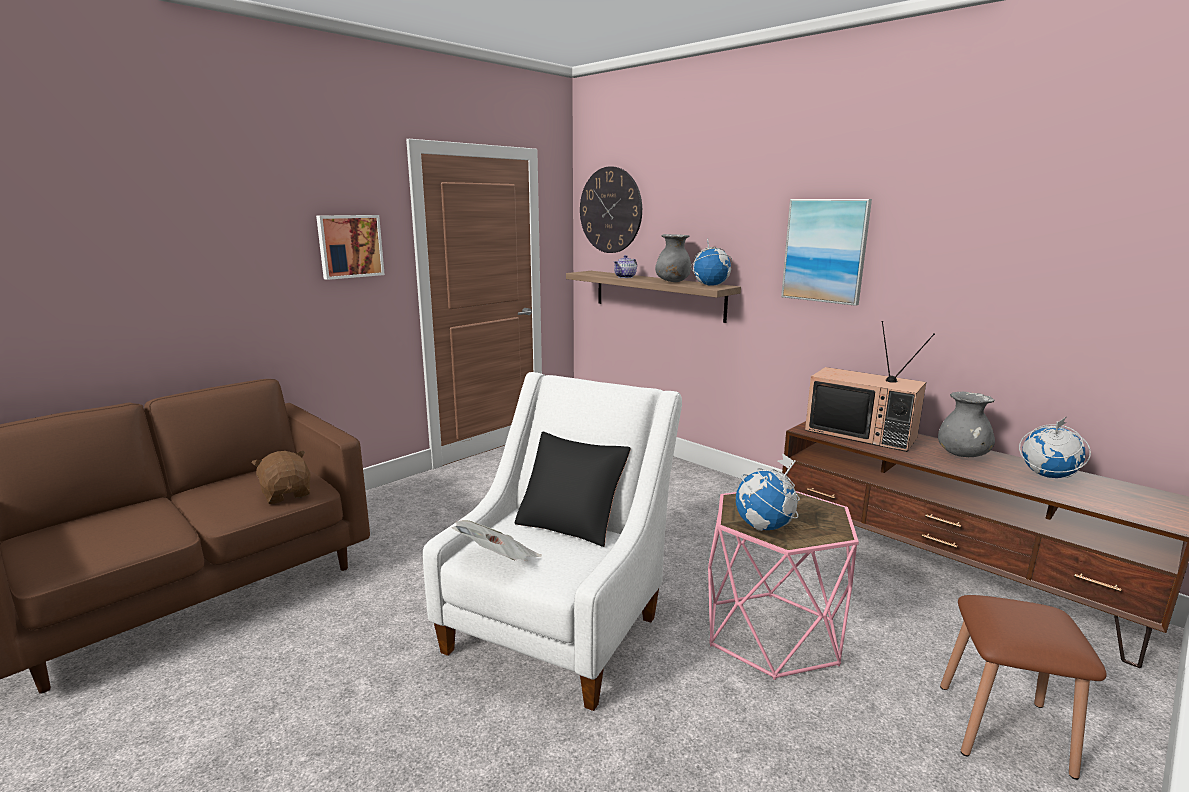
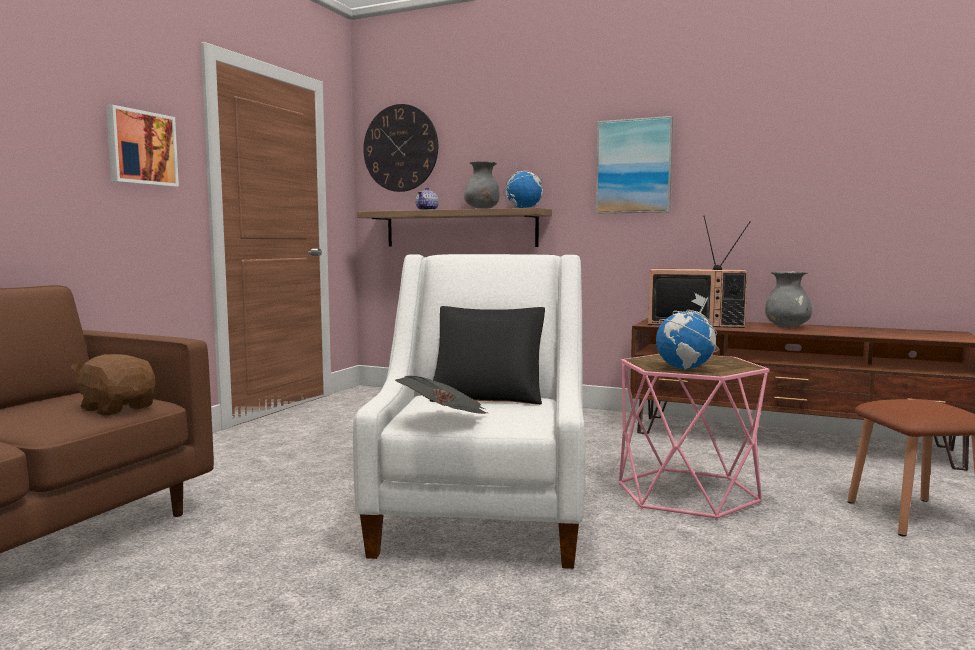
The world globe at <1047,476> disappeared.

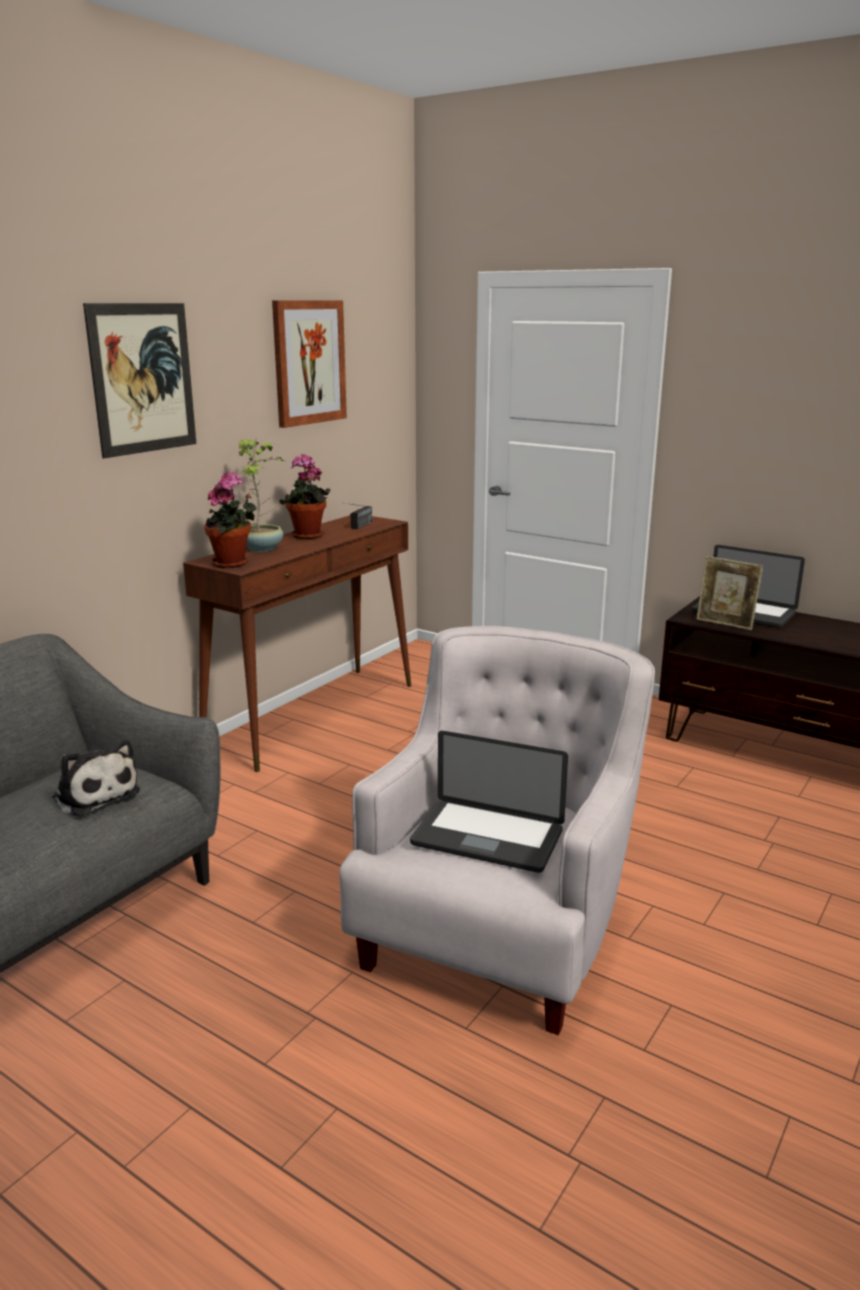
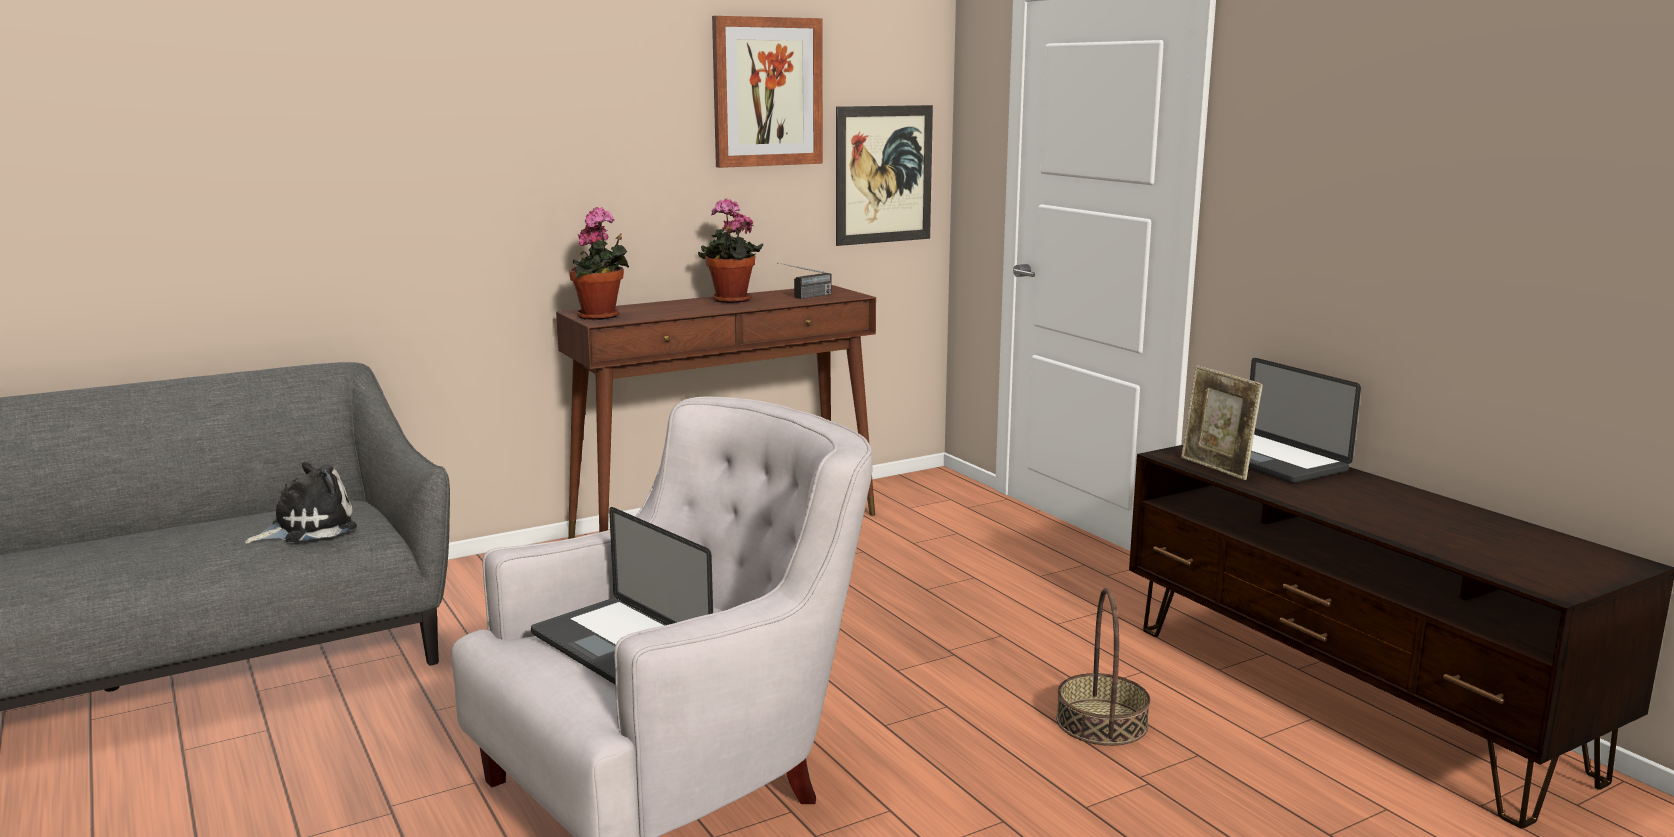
The soft toy at <95,794> turned 105 degrees counterclockwise.
The wall picture moved from <143,378> to <884,174>.
The houseplant at <263,548> disappeared.
The storage basket at <1101,722> appeared.

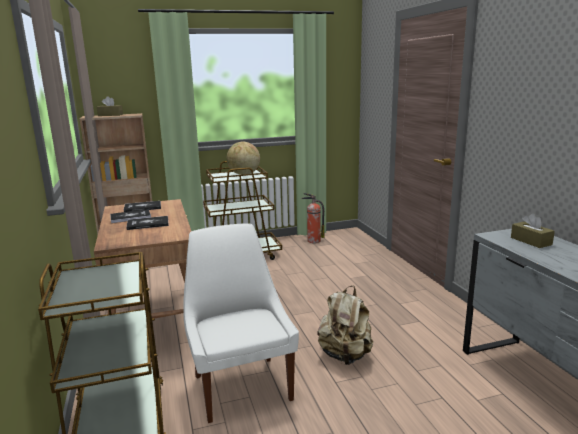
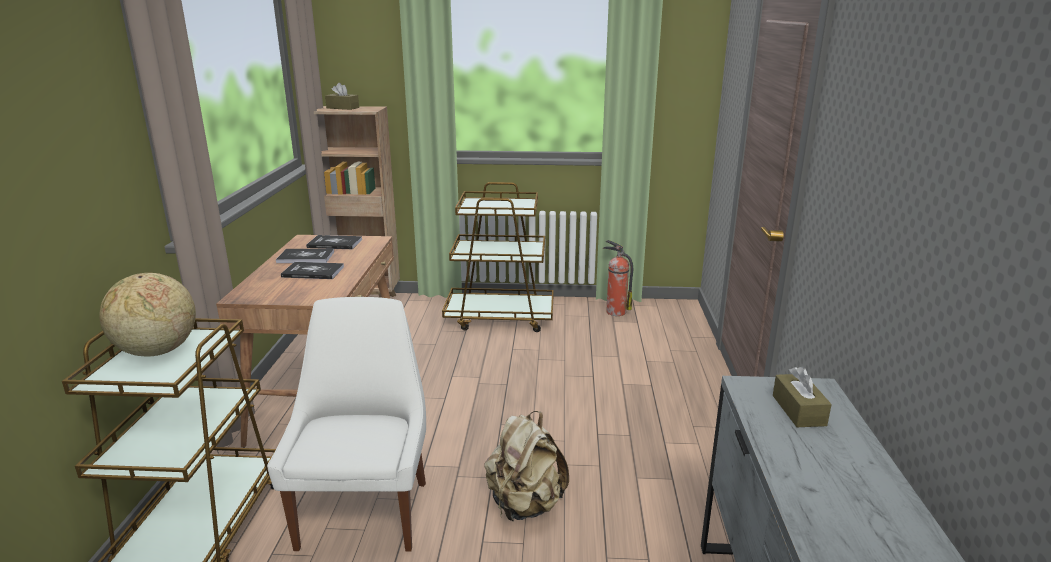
The world globe moved from <244,174> to <157,351>.

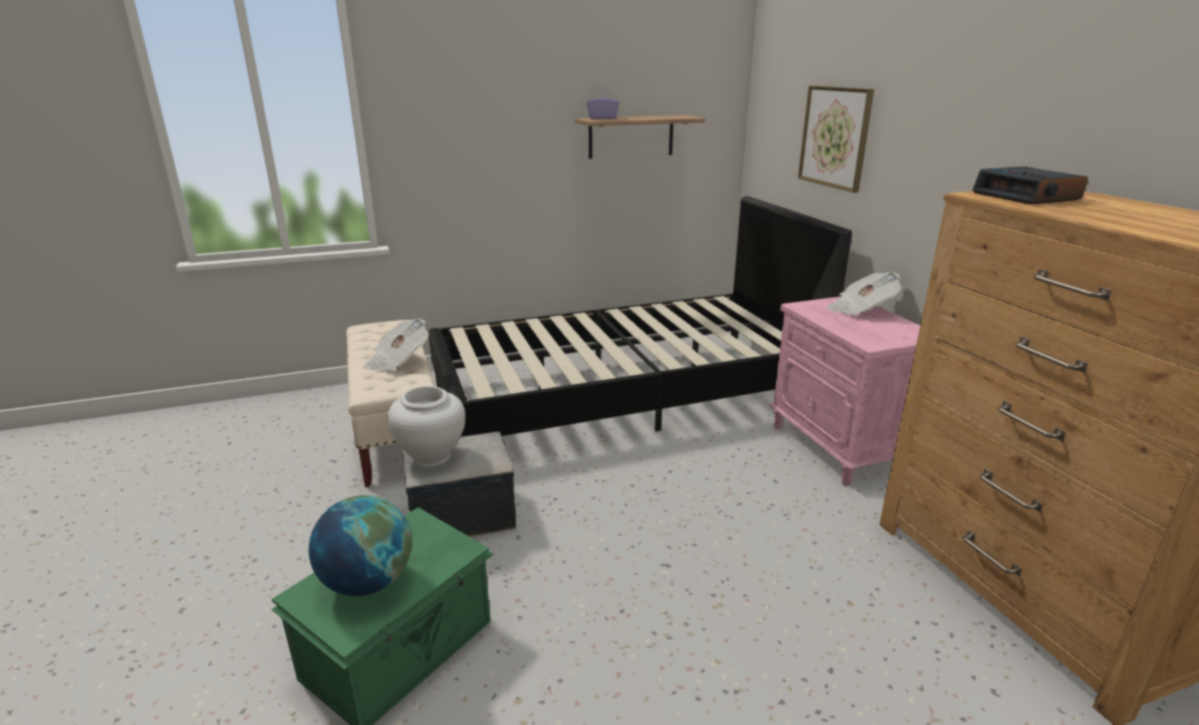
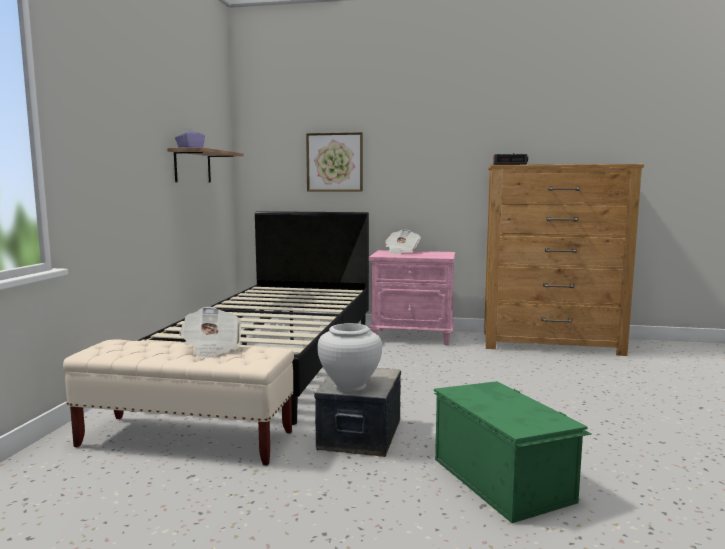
The world globe at <368,582> disappeared.

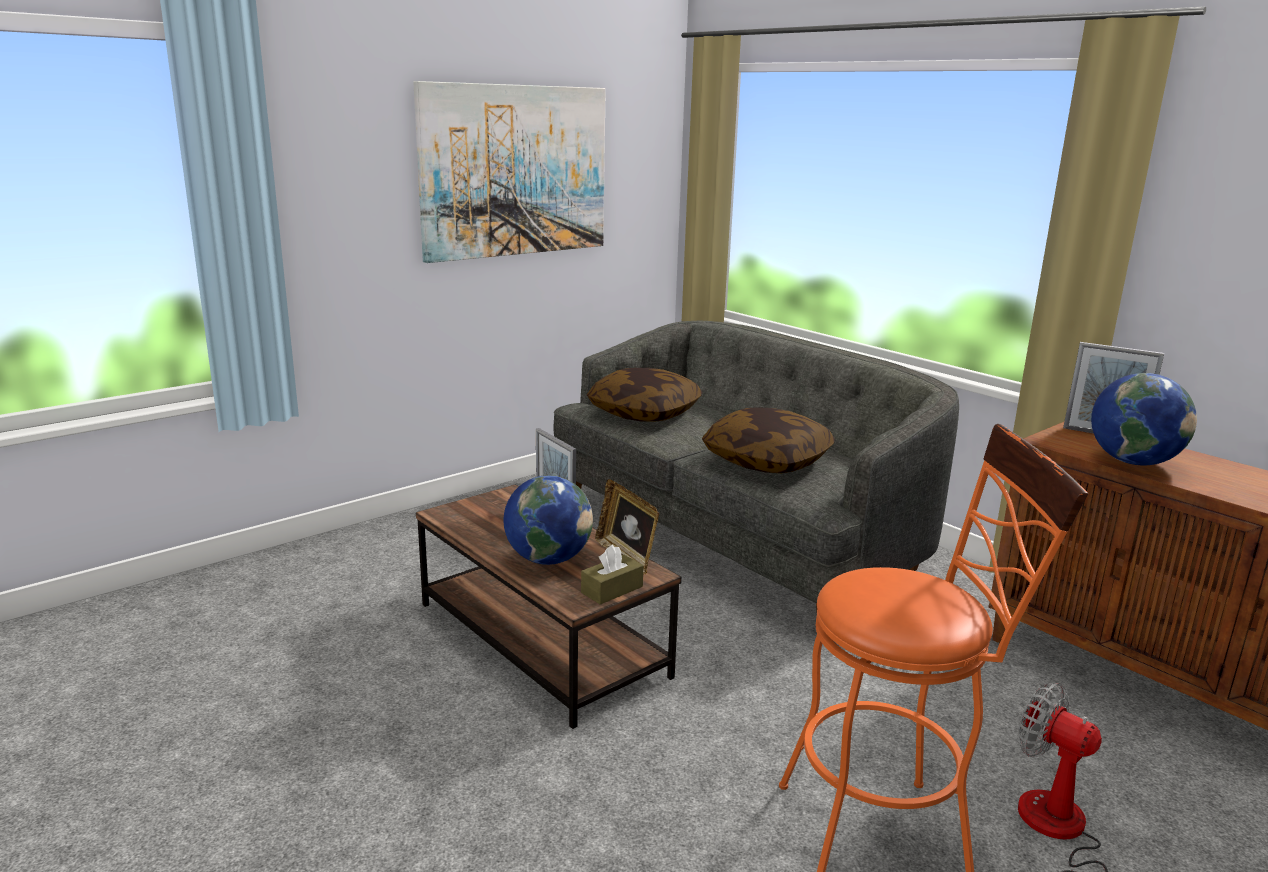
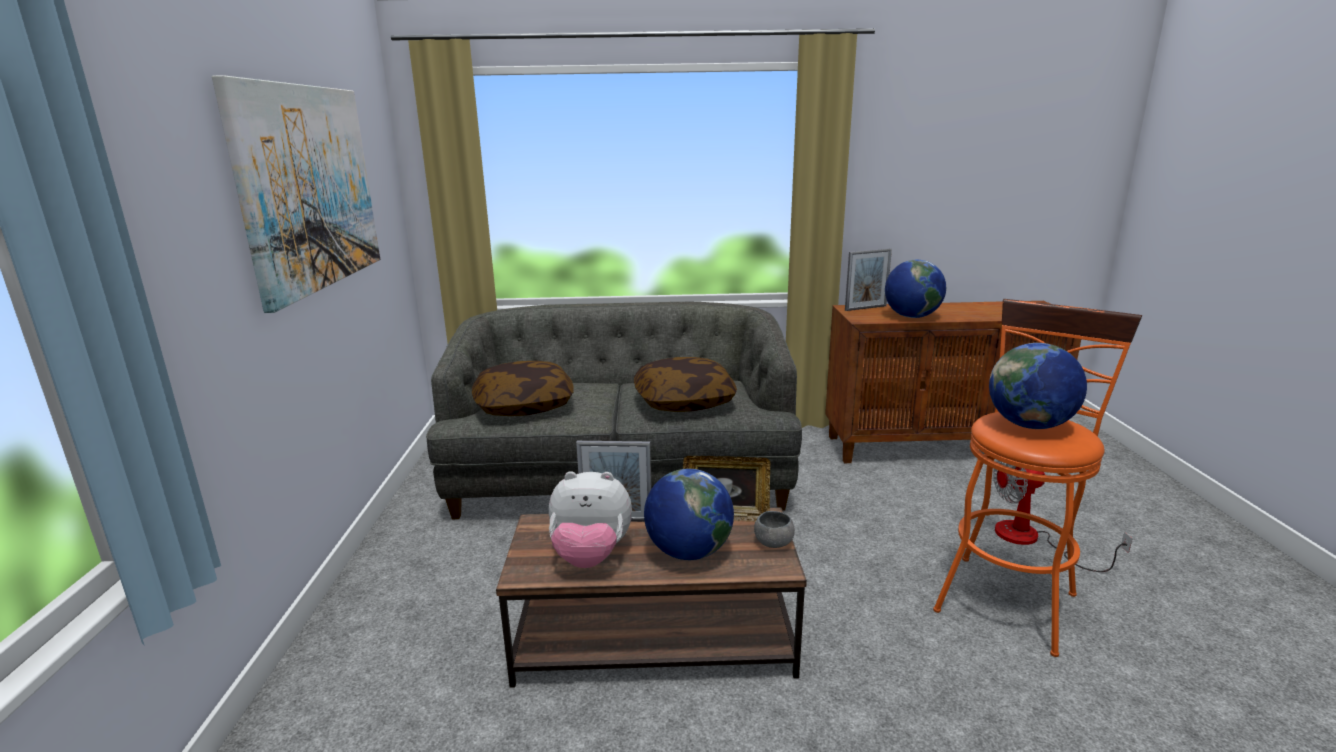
The tissue holder (brownish) at <612,589> was replaced by the deep dish (gray) at <773,543>.
The soft toy at <591,556> appeared.
The world globe at <1029,425> appeared.

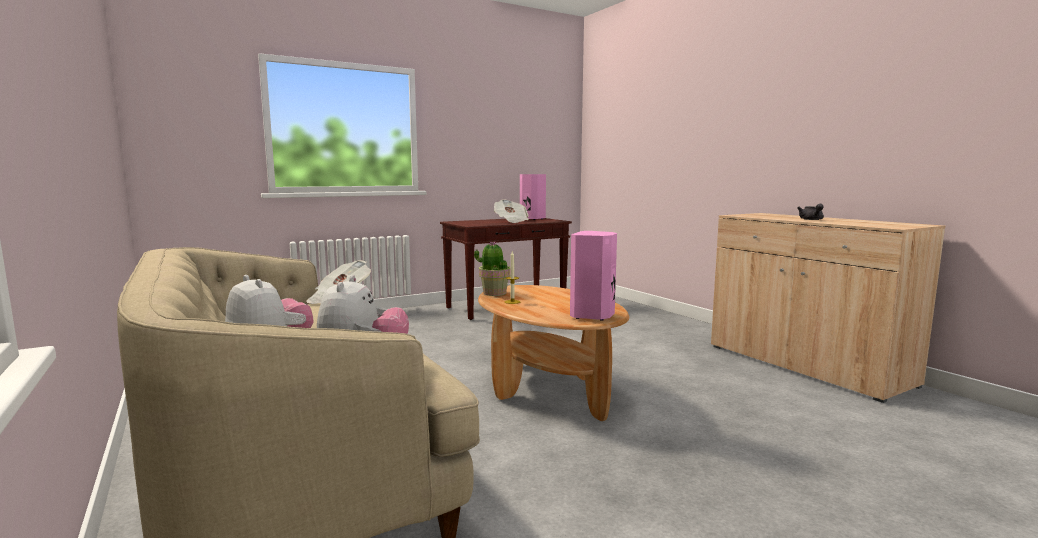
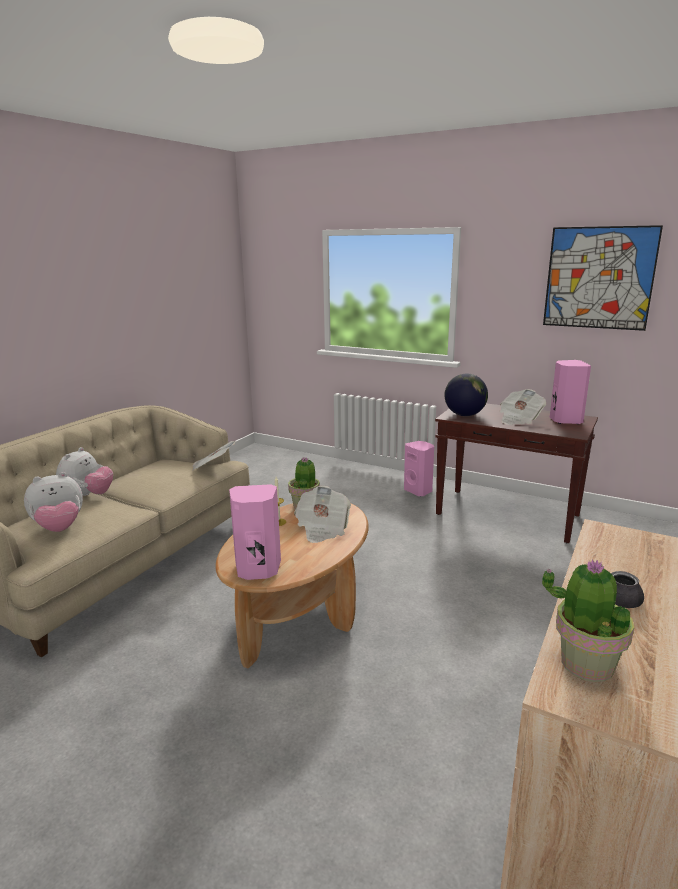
The printed paper at <322,528> appeared.
The speaker (pink-coloured) at <419,491> appeared.
The world globe at <464,415> appeared.
The houseplant at <586,663> appeared.
The wall picture at <599,278> appeared.

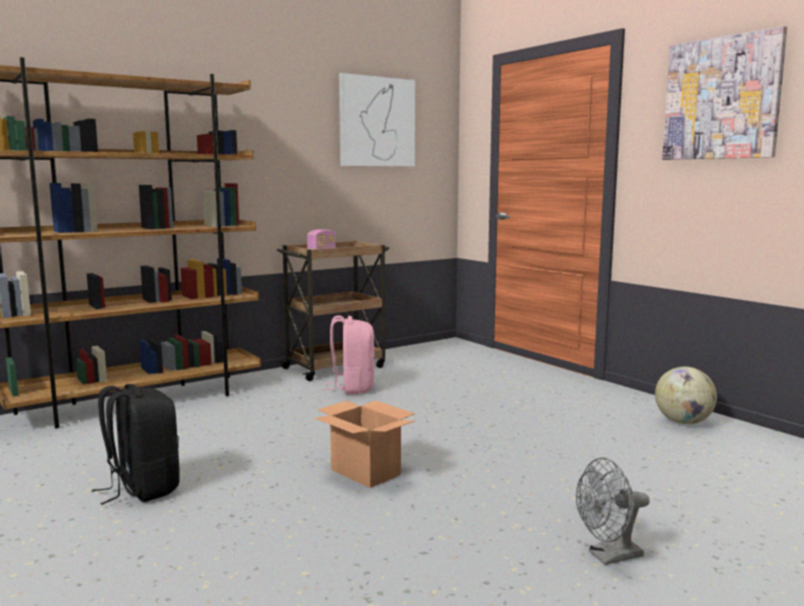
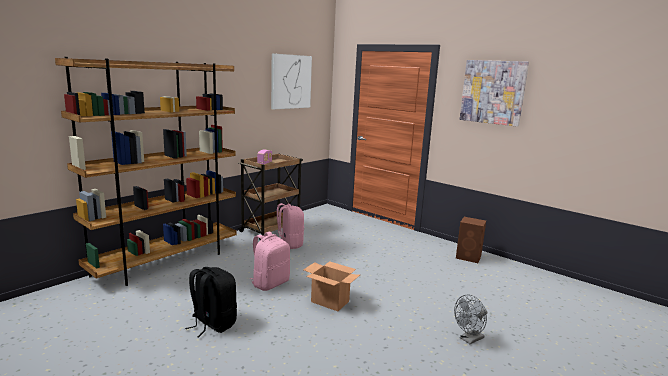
The world globe at <683,422> was replaced by the speaker (brownish) at <469,257>.
The knapsack (pink-coloured) at <270,283> appeared.

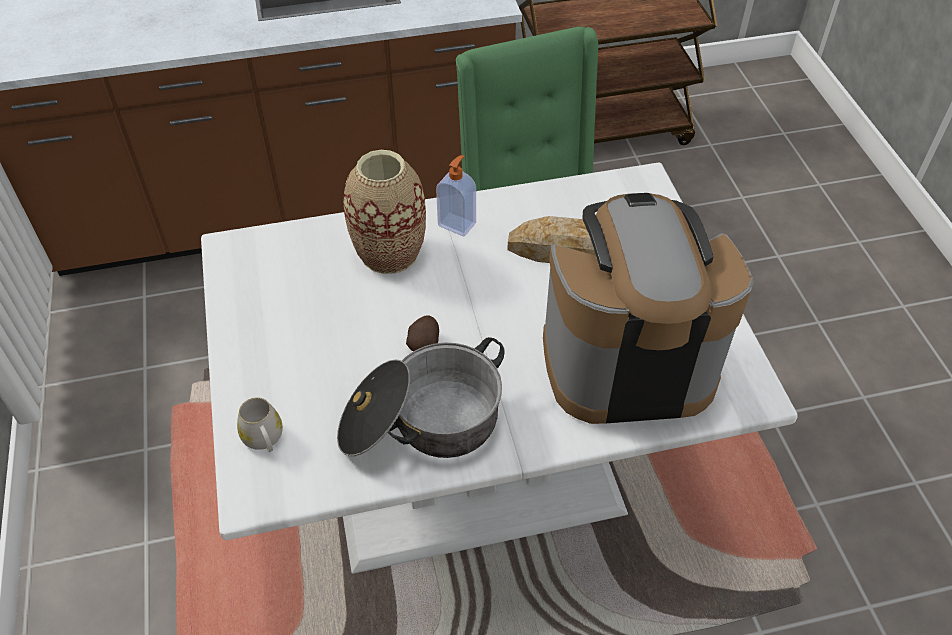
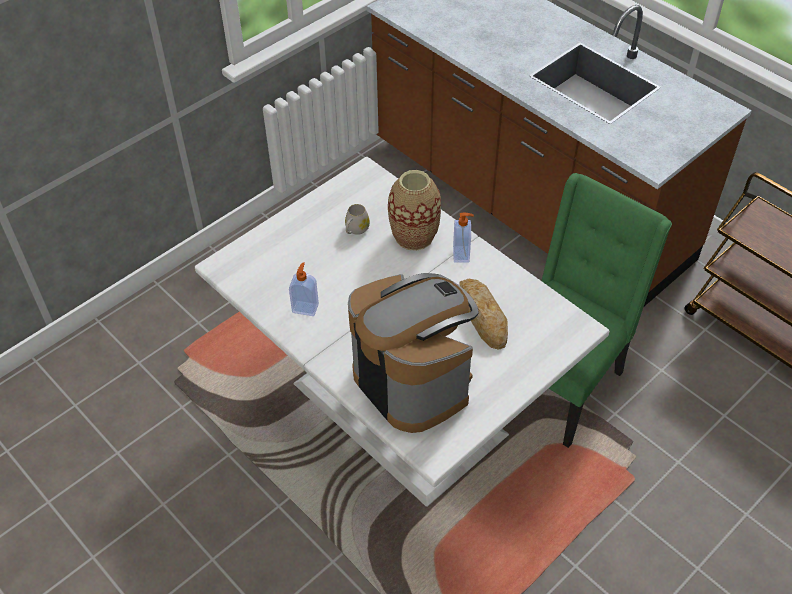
The mug (white-coloured) moved from <264,440> to <355,230>.
The stockpot at <421,422> was replaced by the soap dispenser at <305,308>.
The potato at <424,343> disappeared.

